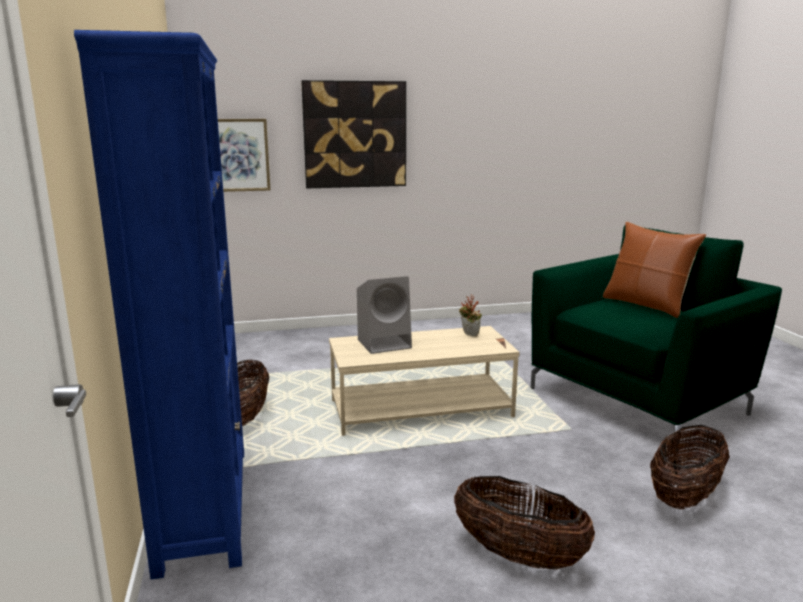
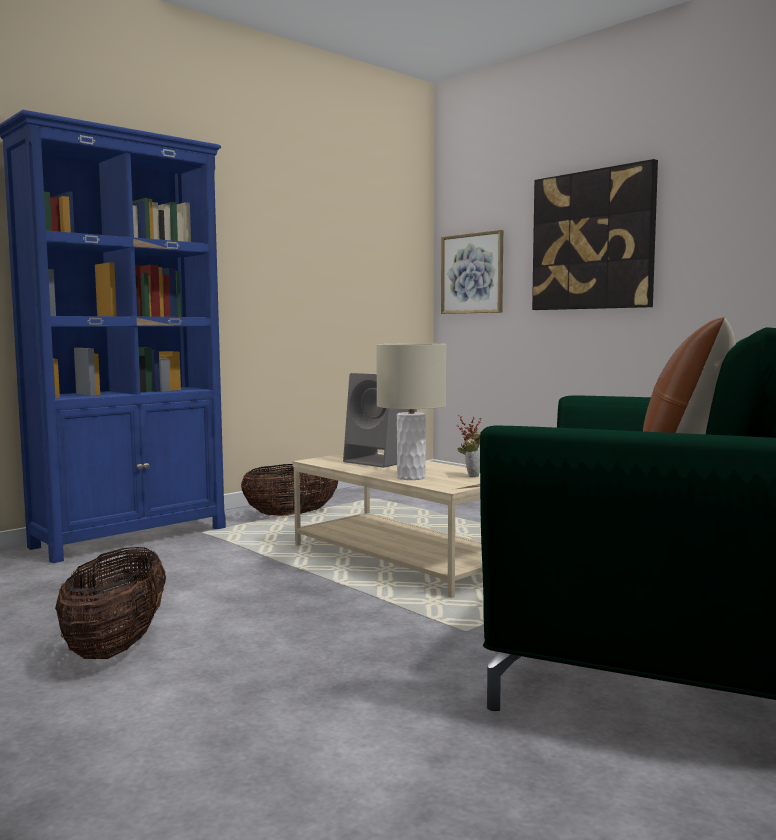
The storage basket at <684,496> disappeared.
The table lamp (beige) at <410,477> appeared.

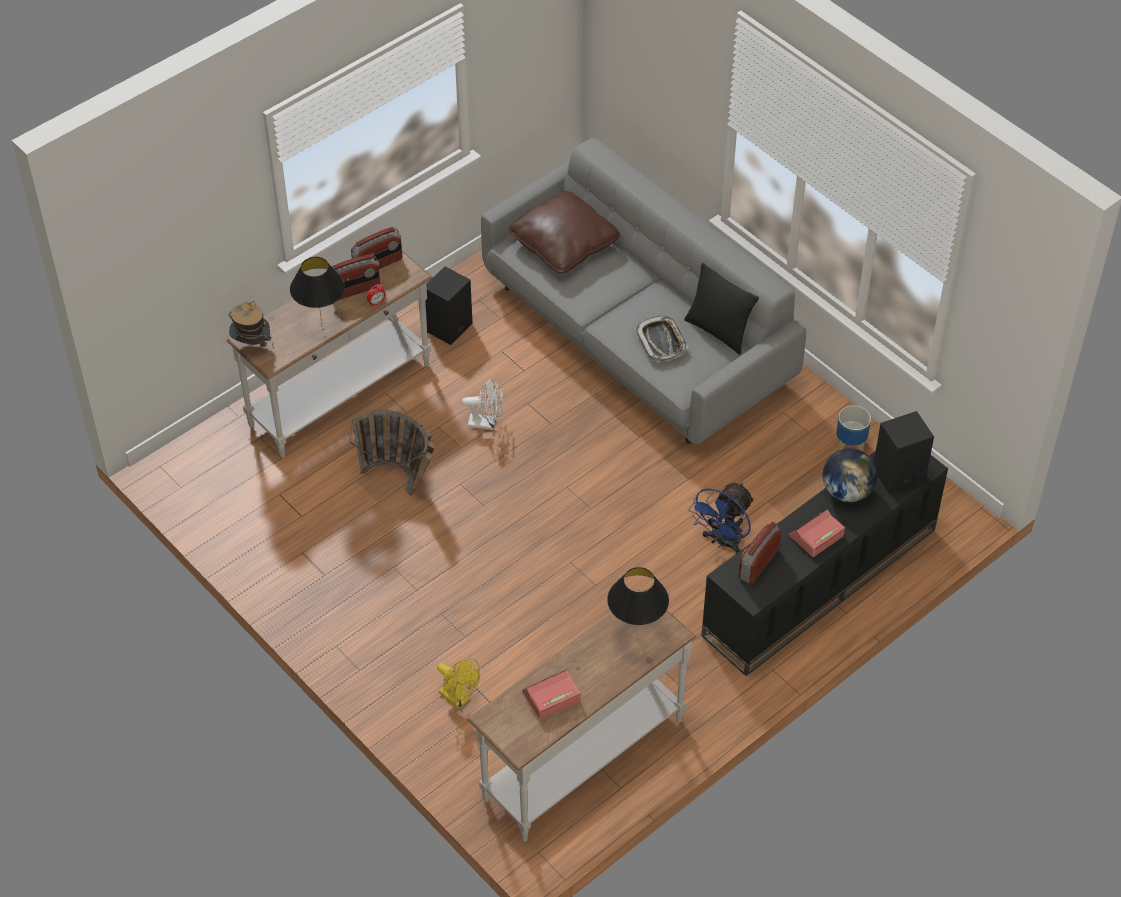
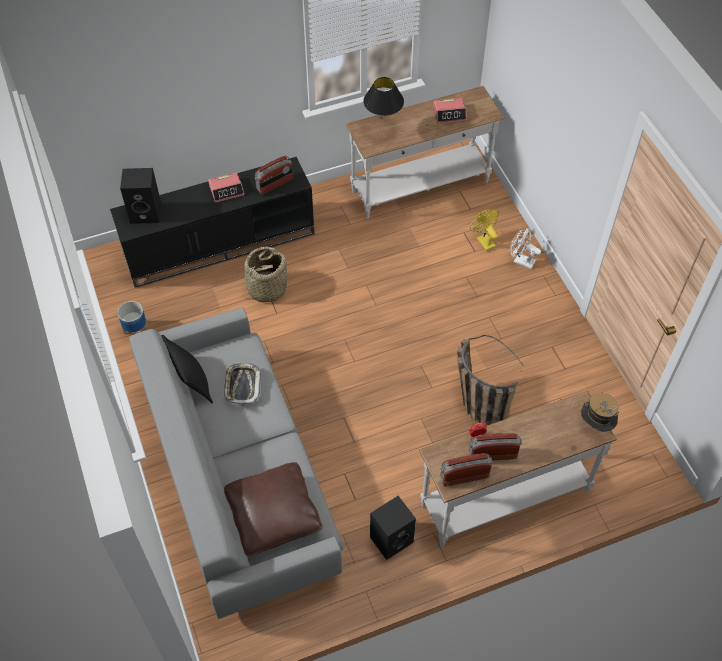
The table lamp (blackish) at <321,326> disappeared.
The cooling fan (white-coloured) moved from <486,423> to <520,261>.
The cooling fan (blue) at <723,542> was replaced by the storage basket at <266,288>.
The world globe at <847,492> disappeared.

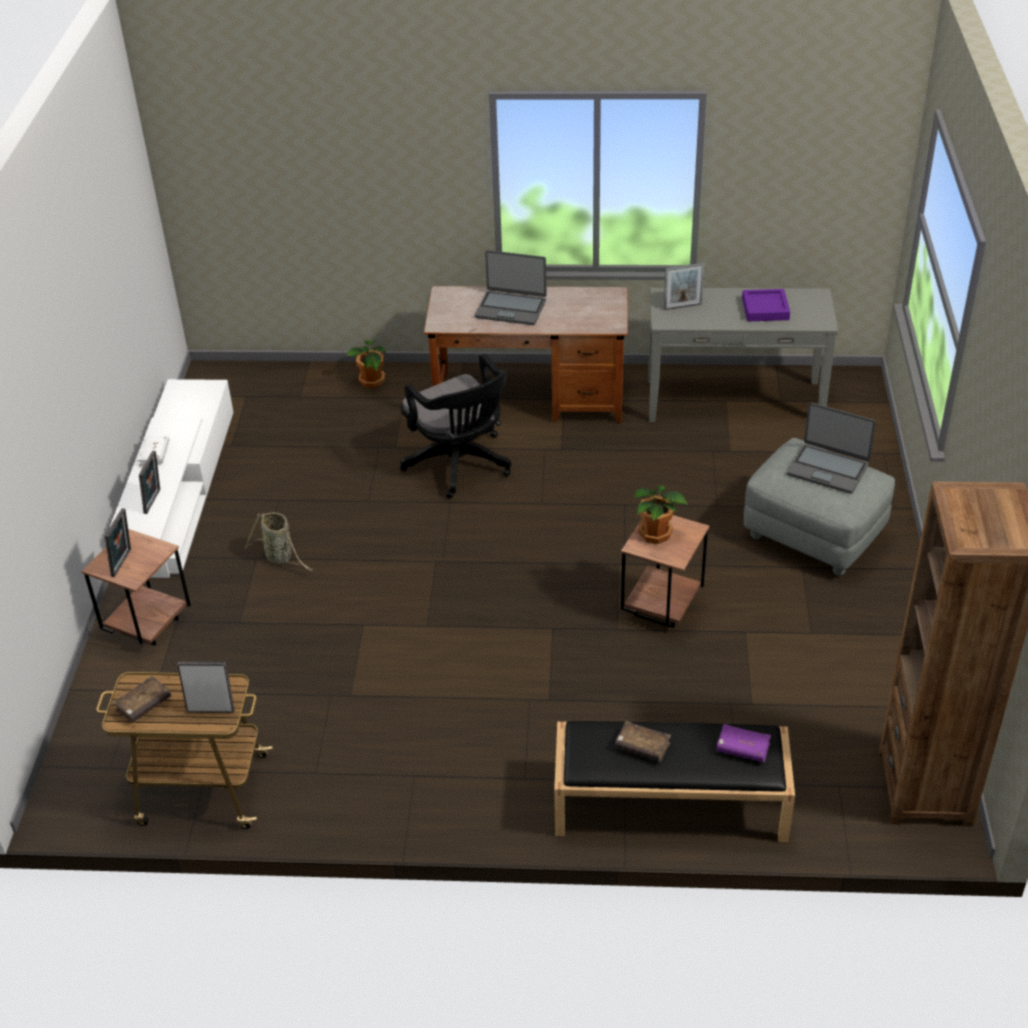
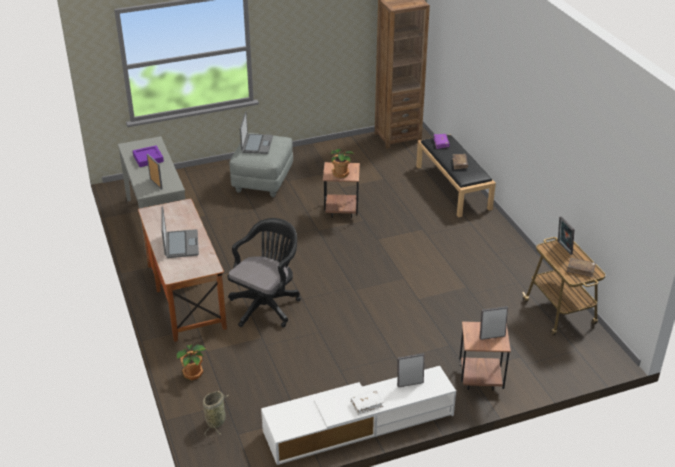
The storage basket moved from <280,557> to <216,420>.

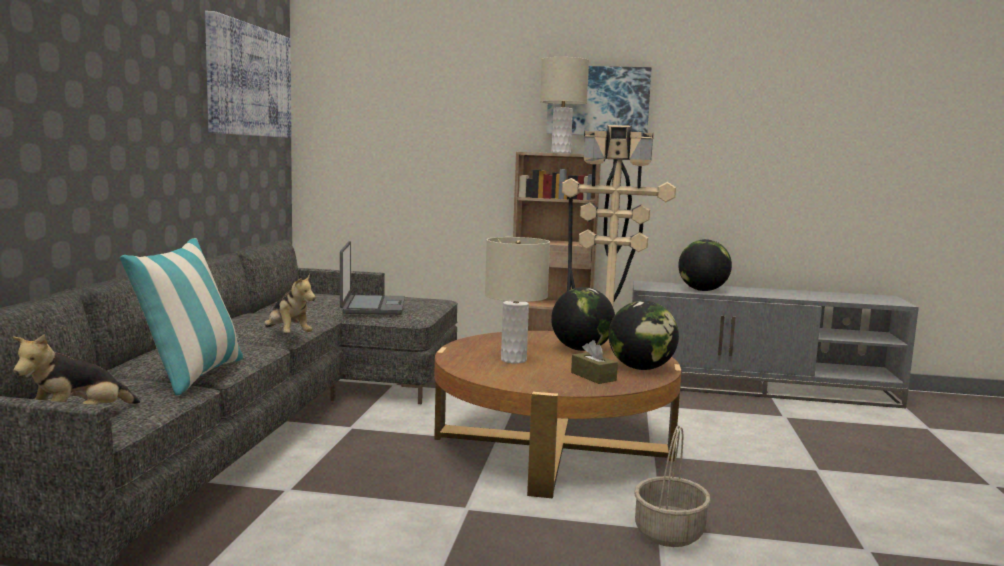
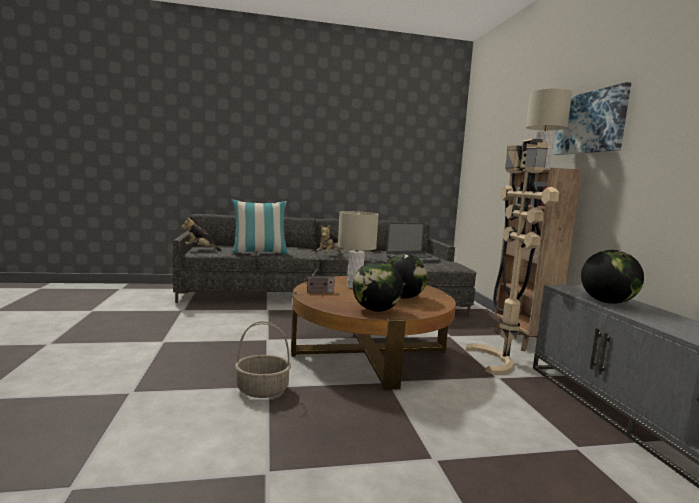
The wall picture at <247,81> disappeared.
The tissue holder (brownish) at <593,376> disappeared.
The radio receiver at <319,292> appeared.

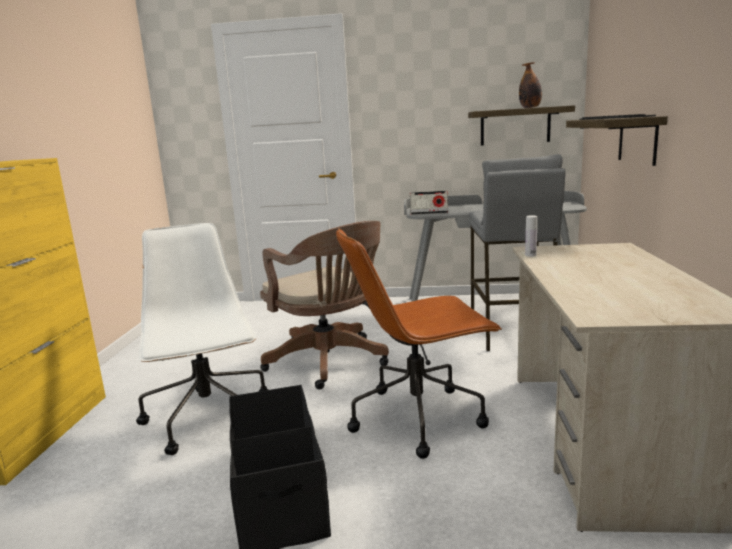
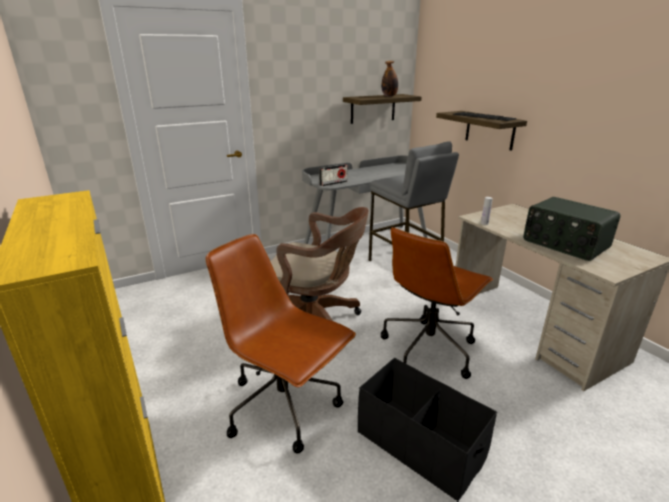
The office chair (white-coloured) at <209,419> became the office chair (brownish) at <285,407>.
The radio receiver at <564,244> appeared.

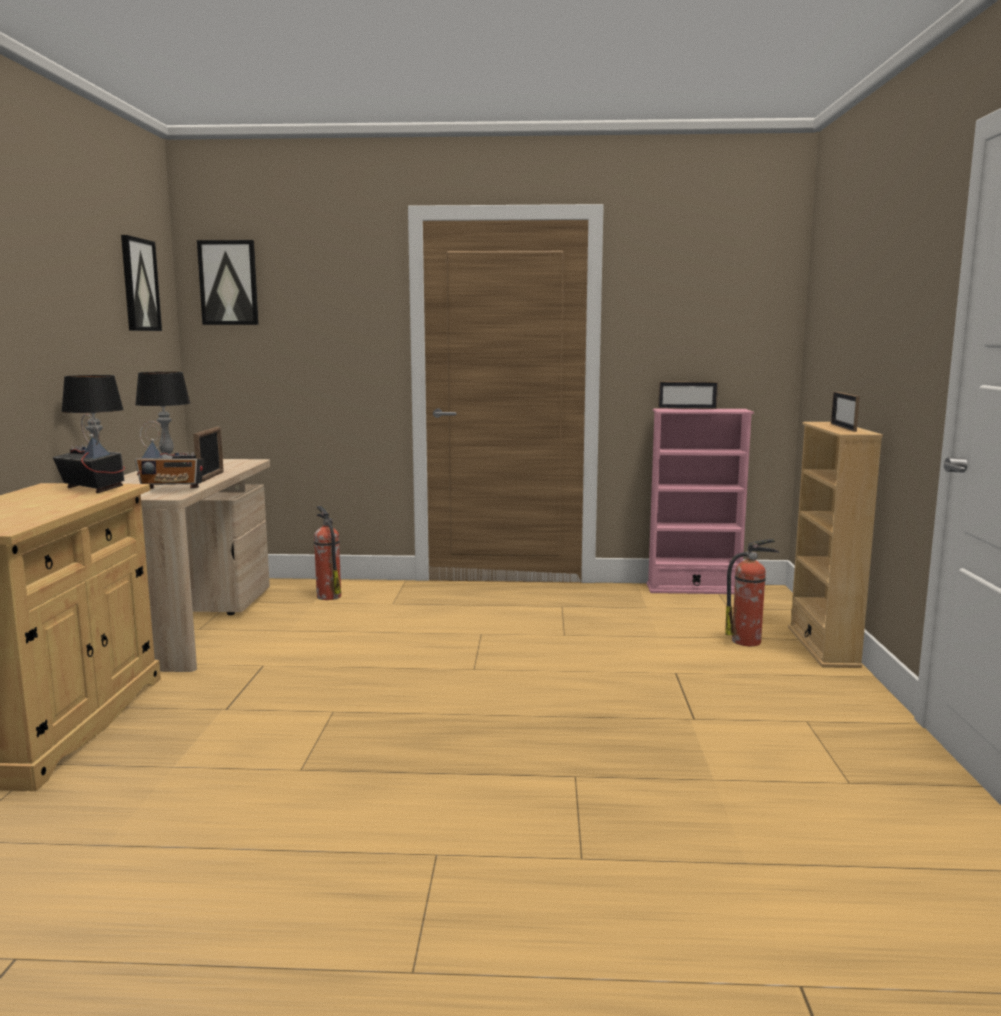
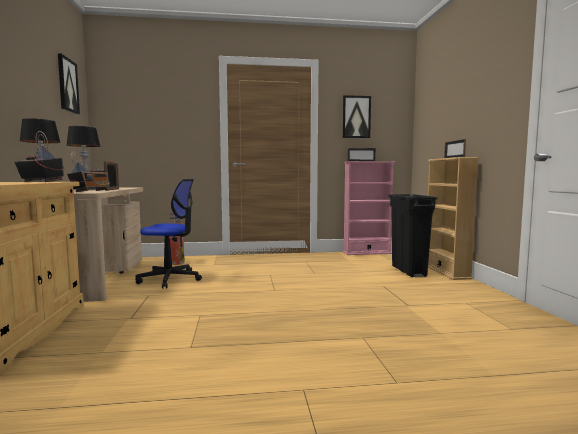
The radio receiver at <172,489> turned 60 degrees counterclockwise.
The wall picture moved from <228,283> to <356,117>.
The extinguisher at <748,641> was replaced by the trash can (blackish) at <409,271>.
The office chair at <170,279> appeared.

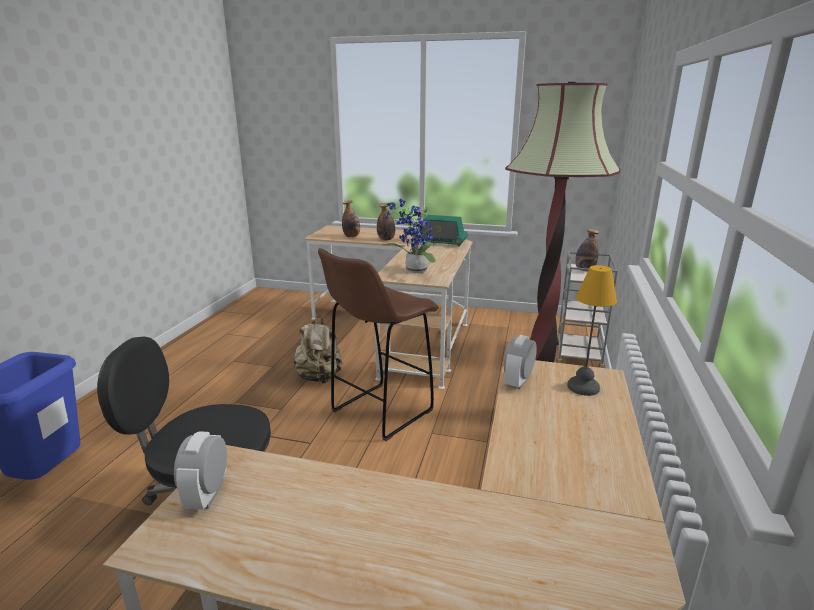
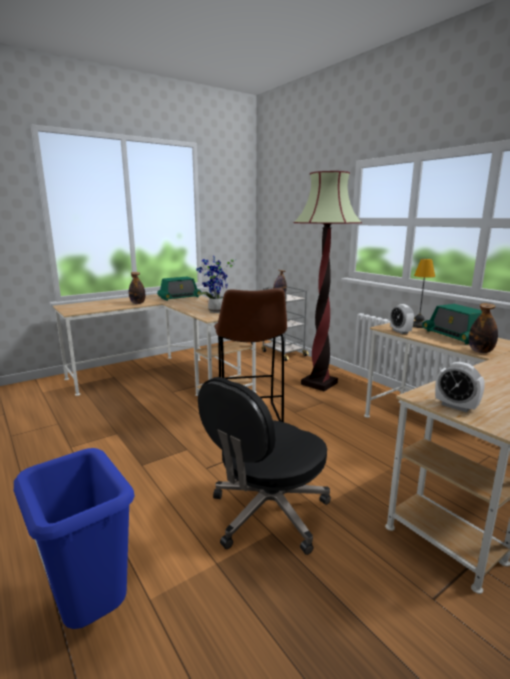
The knapsack (beige) at <319,378> disappeared.
The drink bottle moved from <351,236> to <480,351>.
The radio receiver at <454,336> appeared.

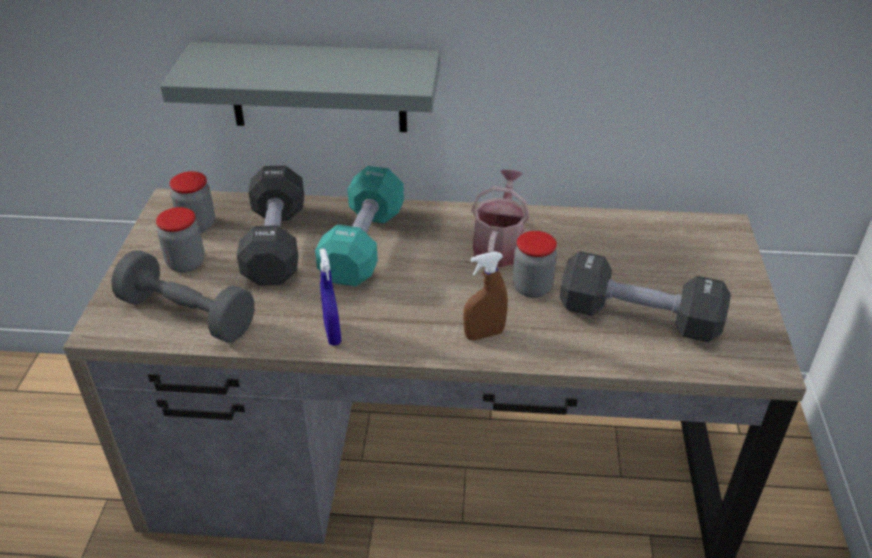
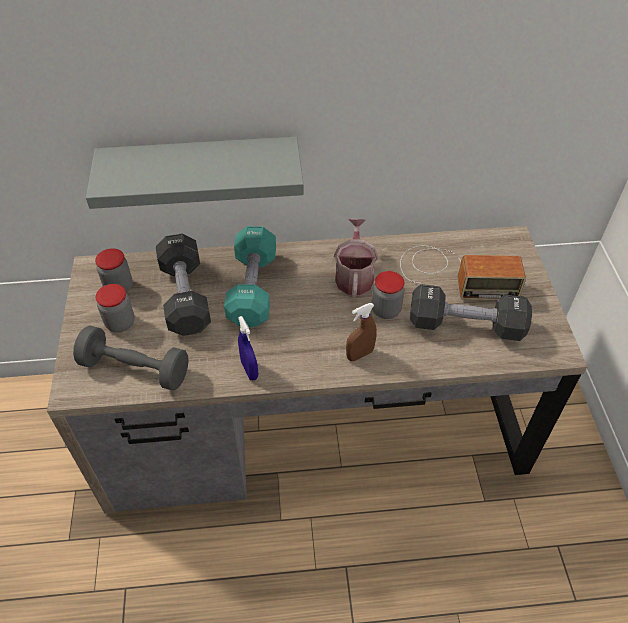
The radio receiver at <454,274> appeared.

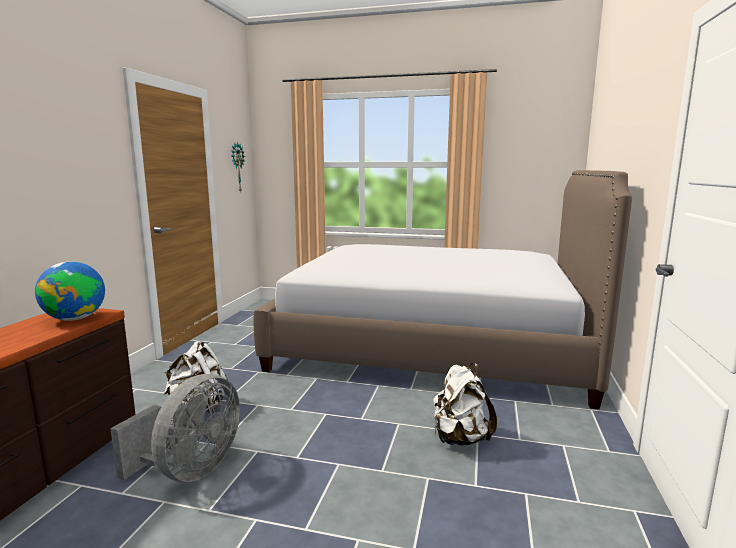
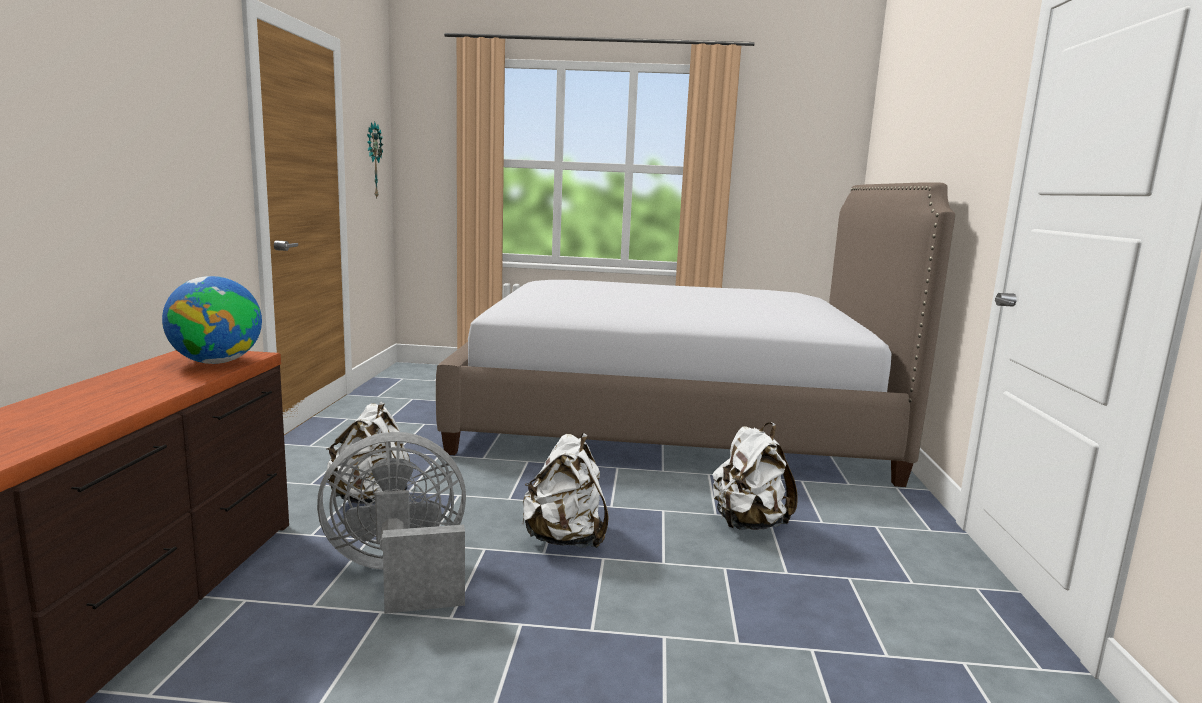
The cooling fan (gray) at <190,470> turned 120 degrees counterclockwise.
The knapsack (white-coloured) at <565,539> appeared.

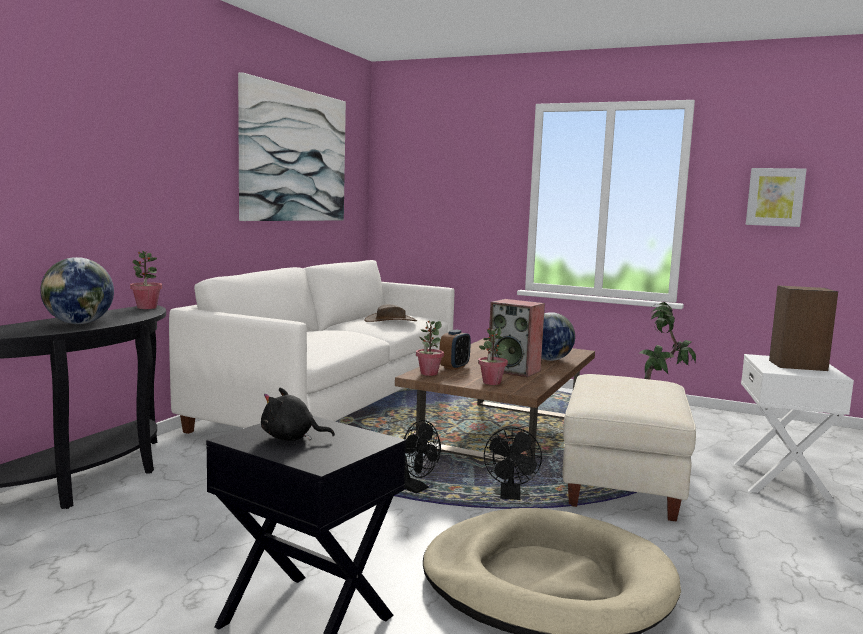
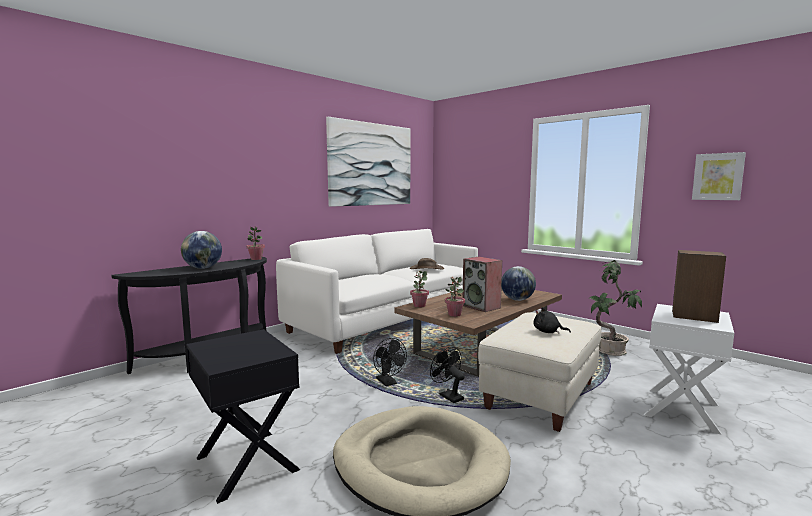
The soft toy (blackish) moved from <291,438> to <548,332>.
The table clock at <454,367> disappeared.
The cooling fan (blackish) at <510,496> turned 120 degrees clockwise.

